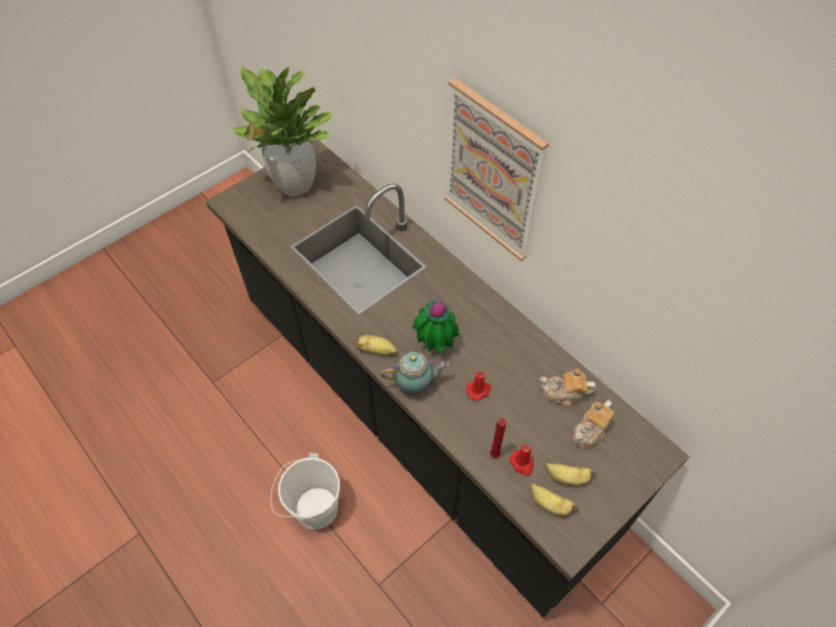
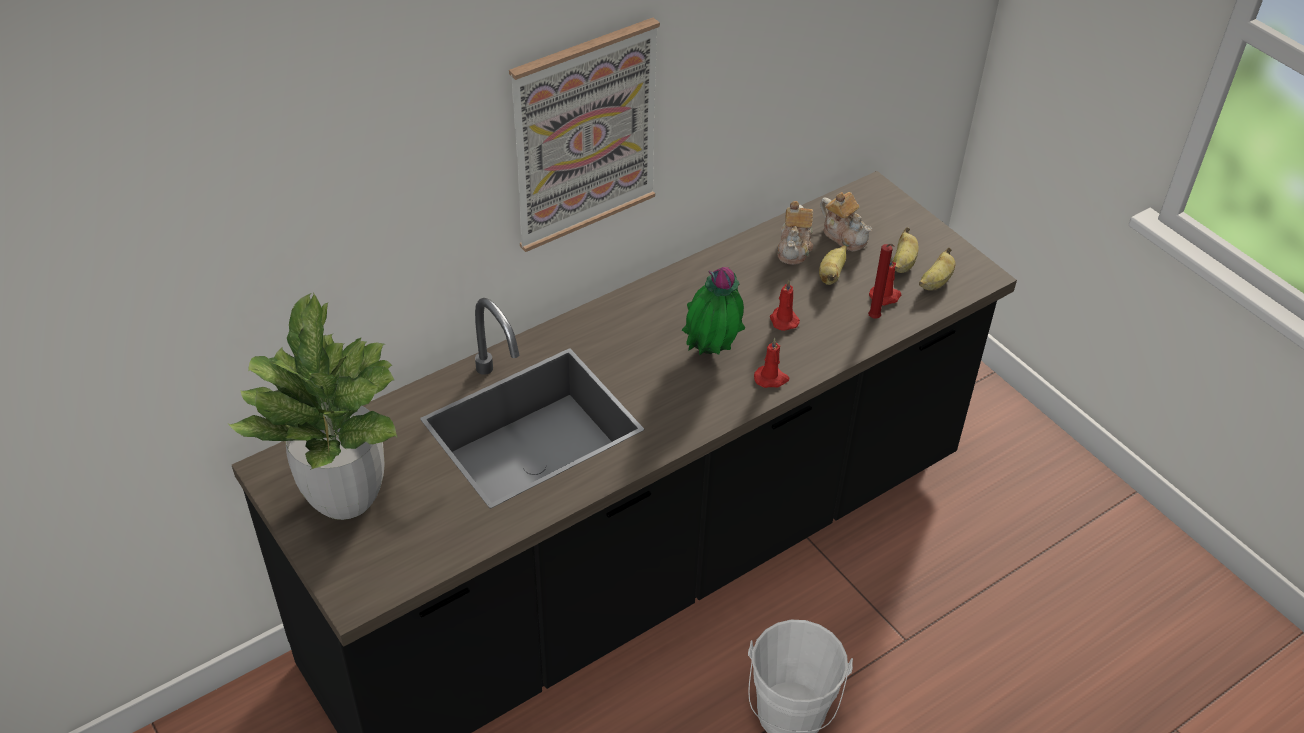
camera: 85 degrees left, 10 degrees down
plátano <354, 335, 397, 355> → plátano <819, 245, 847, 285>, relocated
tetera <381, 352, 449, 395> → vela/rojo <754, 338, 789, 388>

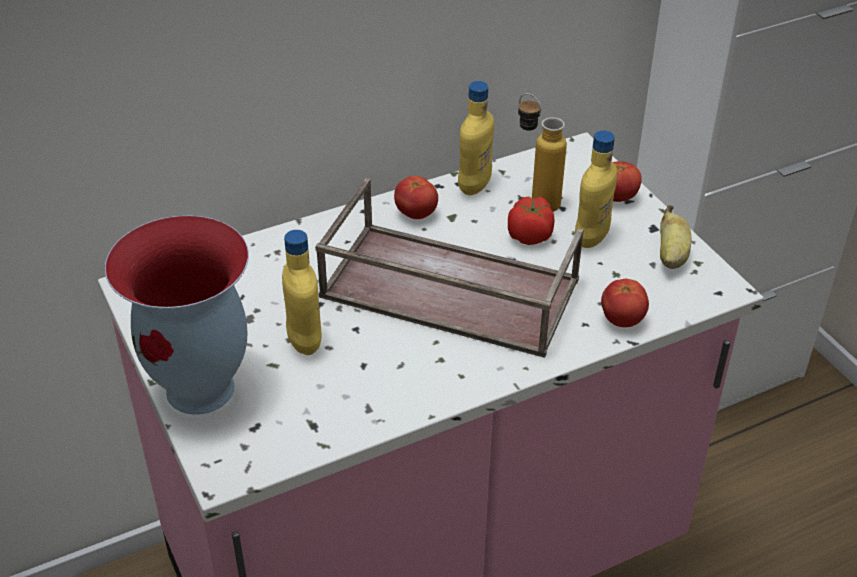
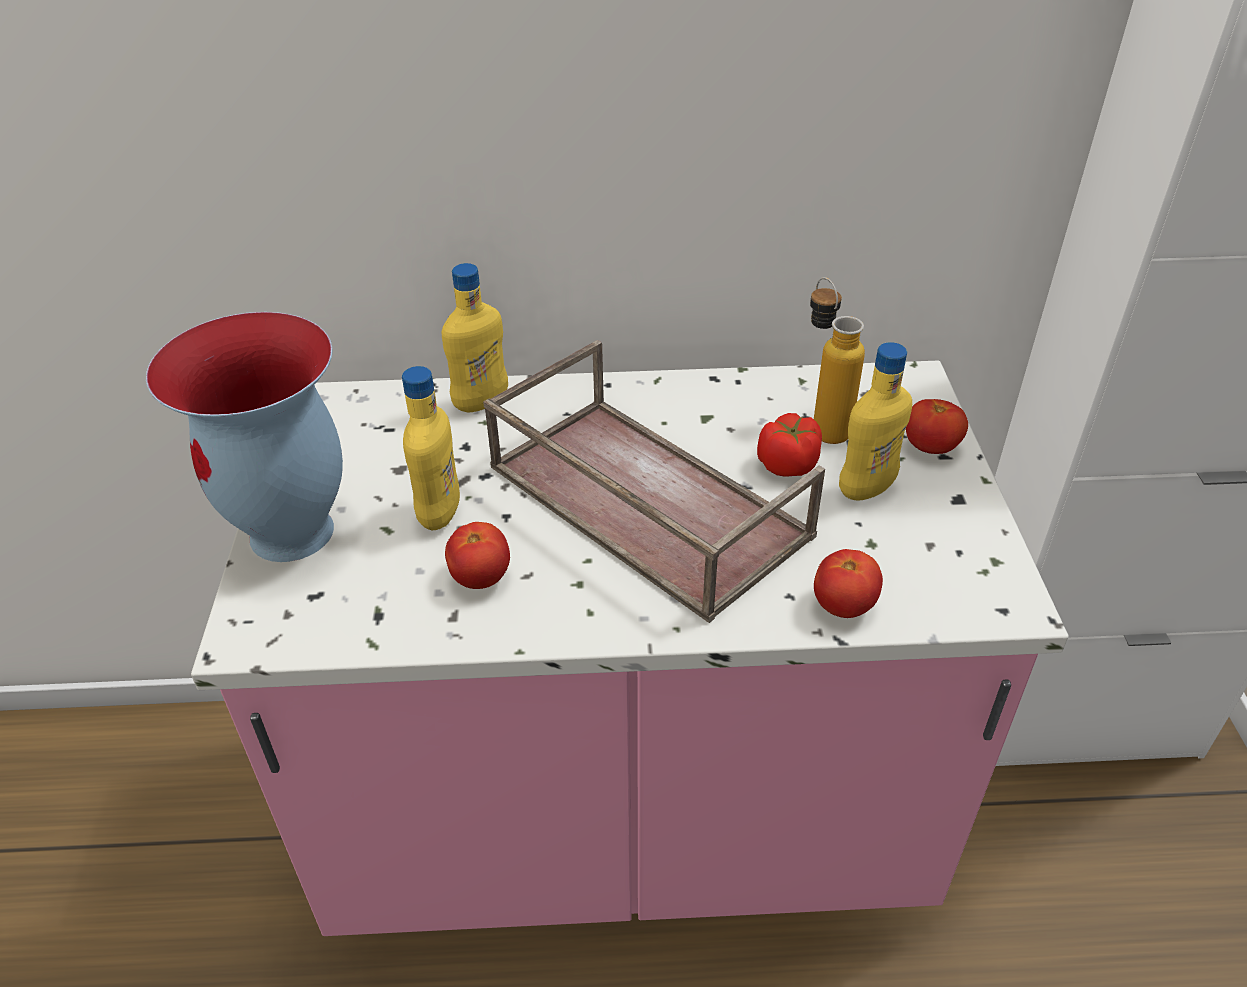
camera: 25 degrees right, 0 degrees up
botella/amarillo <458, 81, 494, 195> → botella/amarillo <442, 263, 508, 412>, relocated
tomate <394, 176, 438, 219> → tomate <445, 522, 510, 589>, relocated
plátano <660, 205, 692, 269> → -

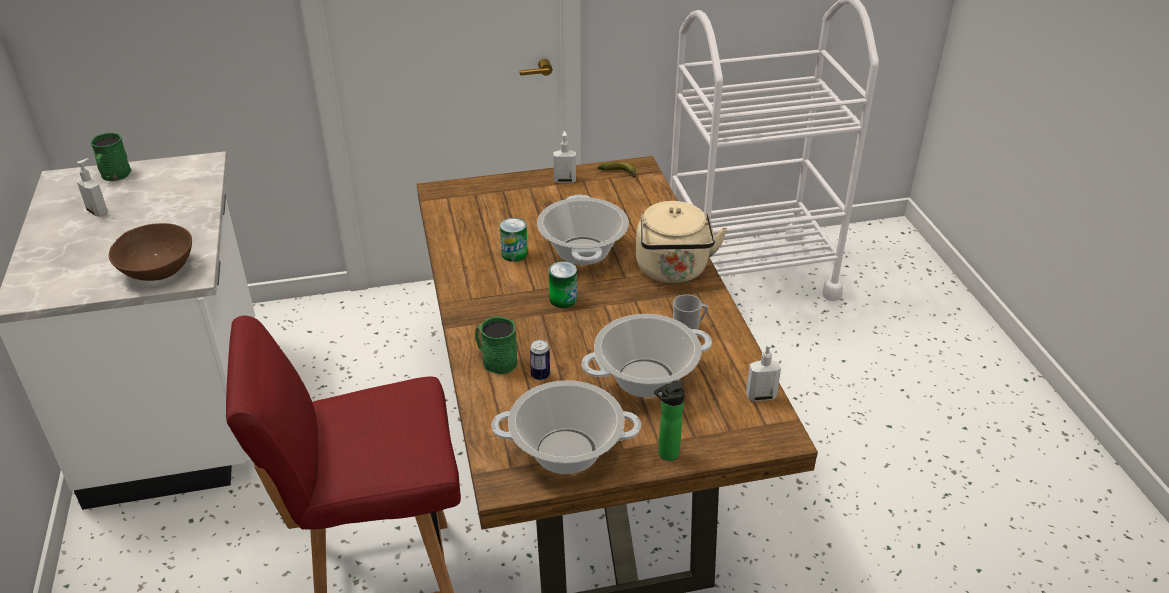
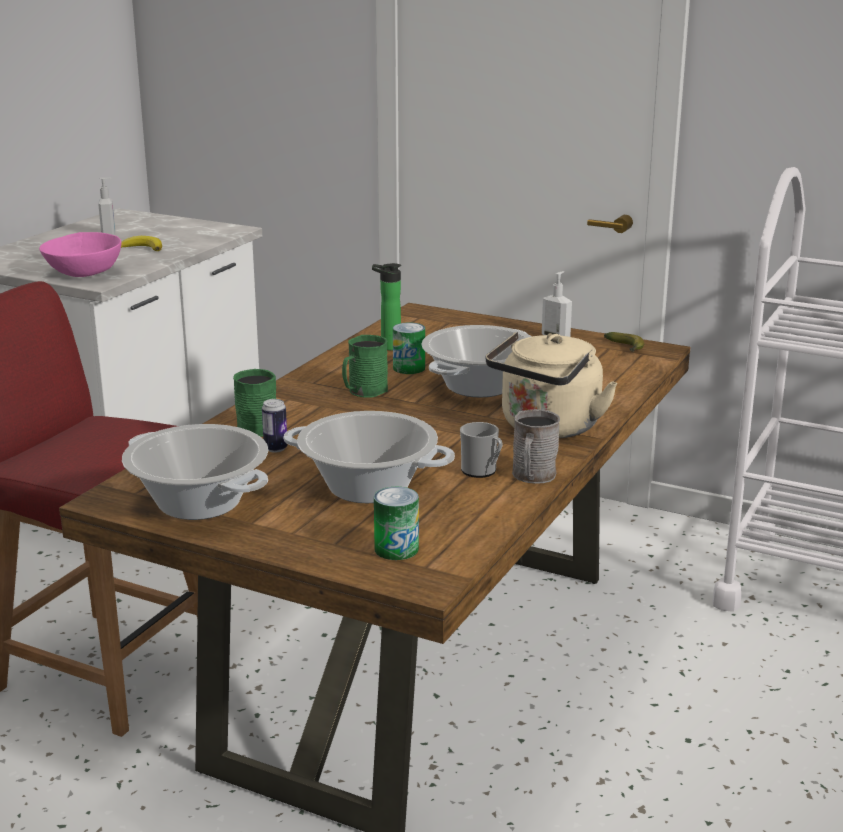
camera: 40 degrees right, 15 degrees down
taza grande/verde <90, 133, 131, 181> → taza grande/verde <342, 335, 388, 398>, relocated
cuenco/marrón <109, 223, 192, 281> → cuenco/rosa <39, 232, 121, 277>
lata <549, 261, 577, 308> → lata <374, 487, 419, 560>, relocated
dispensador de jabón <746, 338, 781, 401> → -
botella <654, 381, 685, 461> → botella <372, 263, 401, 351>, relocated
- → plátano <121, 236, 162, 251>
- → taza grande/gris <512, 409, 560, 484>

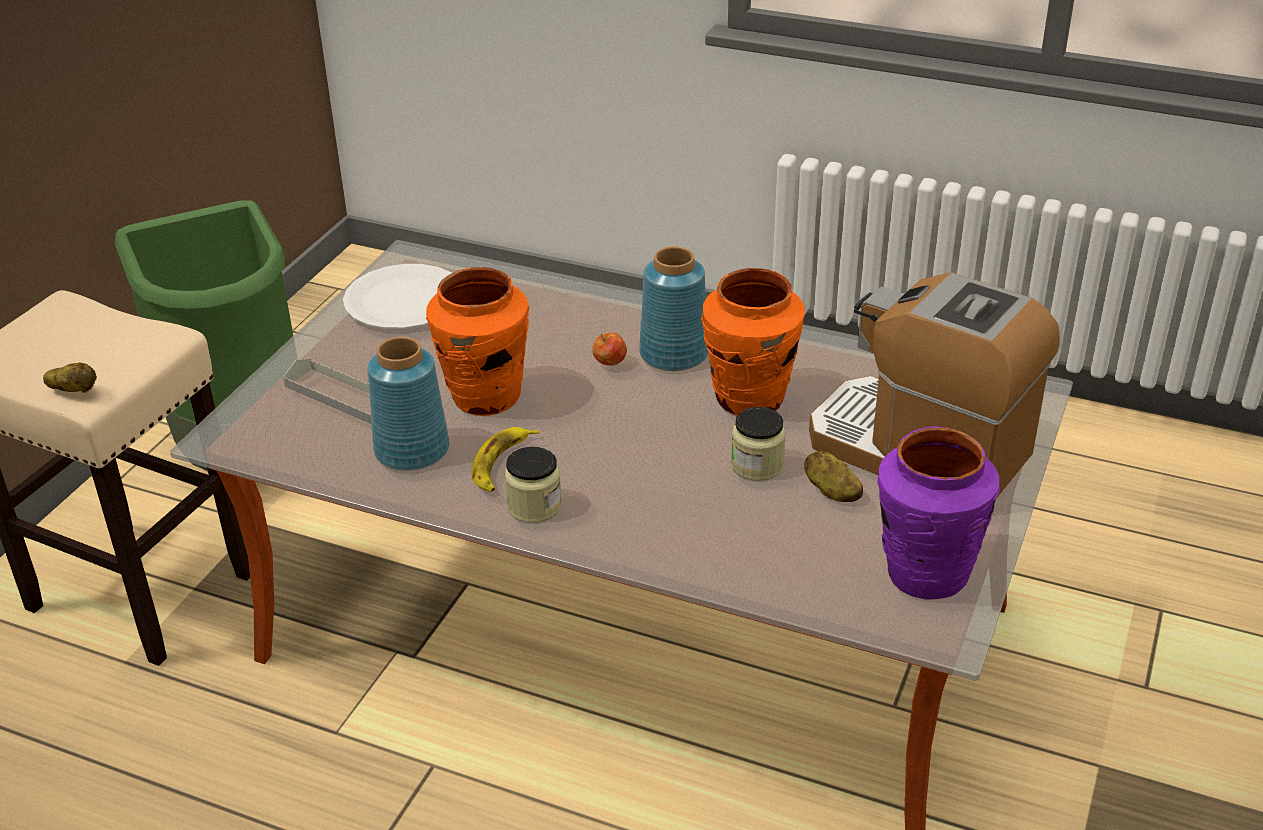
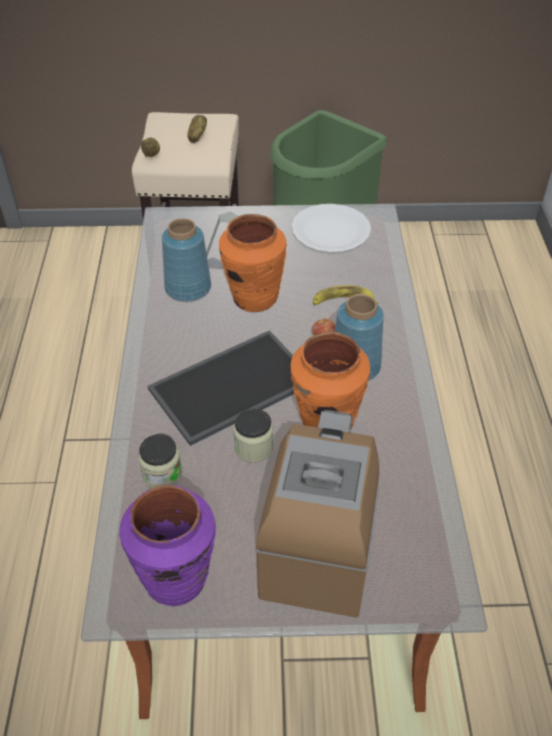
camera: 65 degrees right, 10 degrees up
plátano <472, 427, 539, 492> → plátano <313, 285, 378, 305>, relocated
tarro <504, 447, 562, 523> → tarro <138, 434, 182, 488>, relocated
patata <804, 450, 863, 502> → patata <187, 115, 207, 143>, relocated
- → bandeja <148, 330, 294, 446>

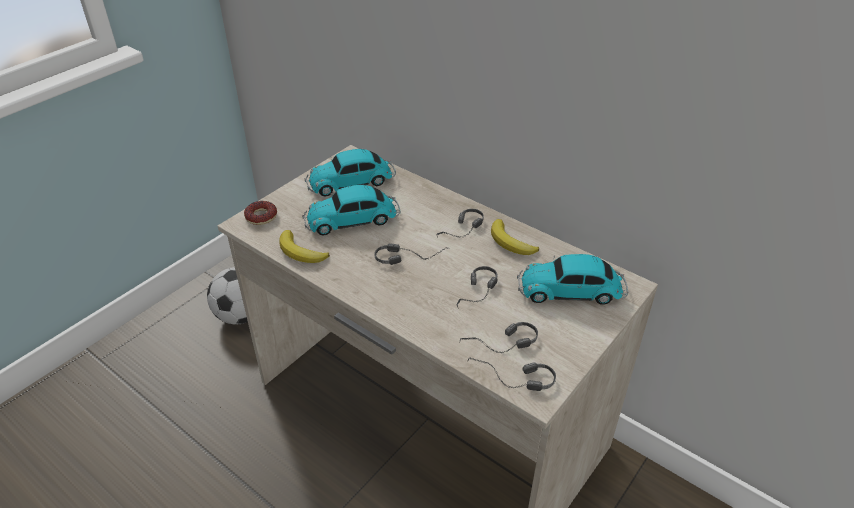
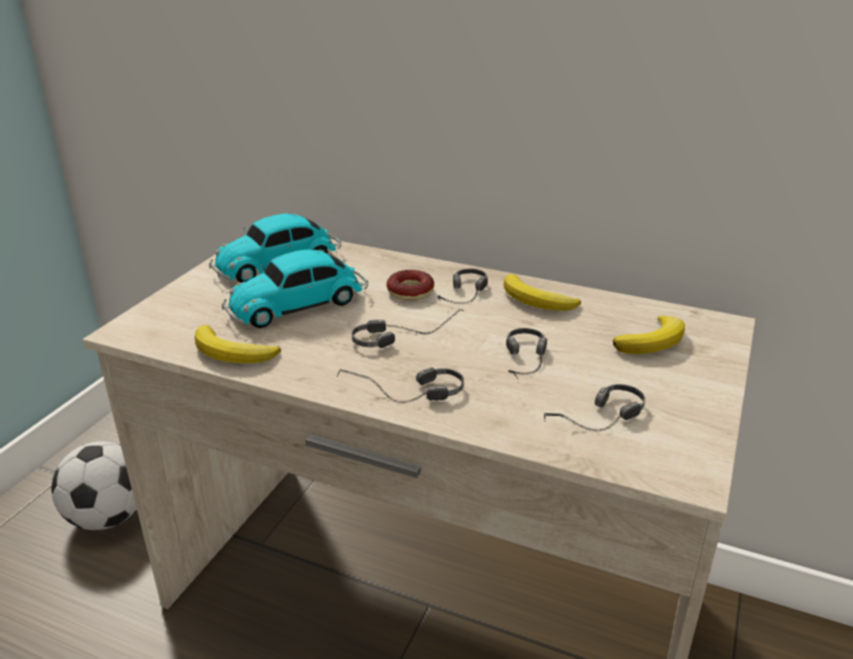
camera: 15 degrees left, 10 degrees down
rosquilla <244, 201, 277, 225> → rosquilla <387, 270, 434, 300>, relocated
coche de juguete <517, 254, 628, 304> → plátano <613, 316, 685, 354>
auriculares <466, 358, 556, 391> → auriculares <337, 367, 464, 403>, relocated

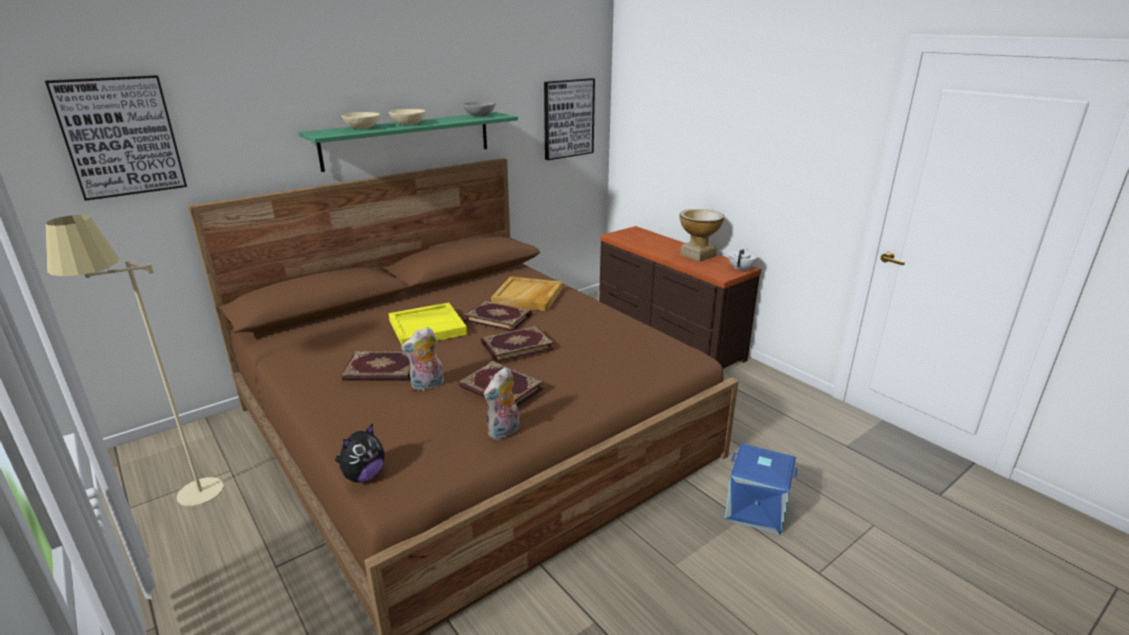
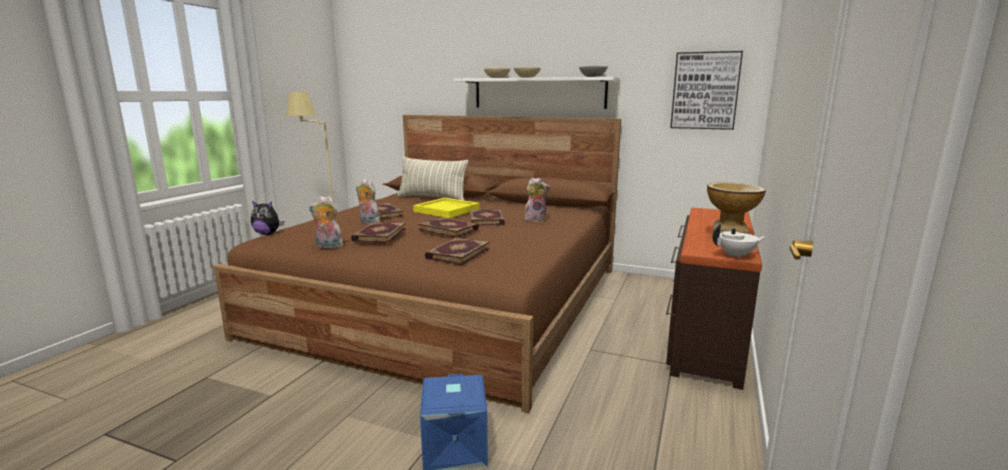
camera: 60 degrees right, 10 degrees down
cuadro <45, 75, 187, 201> → -
estante/verde <299, 112, 518, 172> → estante/blanco <453, 77, 620, 109>
bandeja/beis <491, 276, 562, 311> → peluche <525, 178, 550, 222>
- → cojín <397, 157, 469, 201>
- → libro <425, 237, 490, 265>

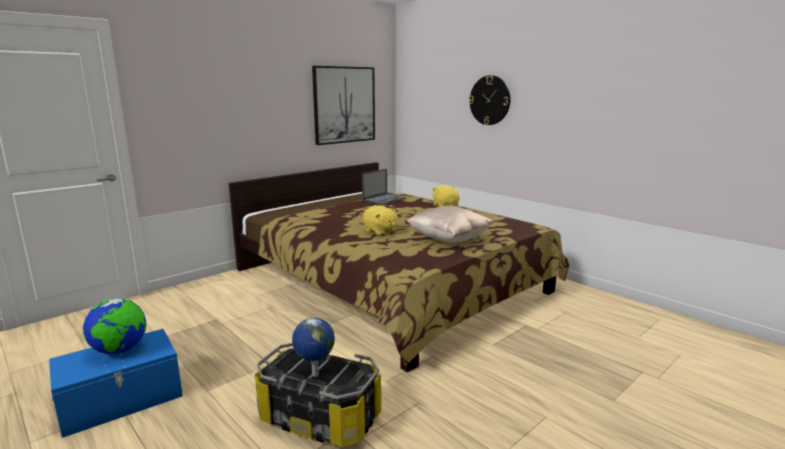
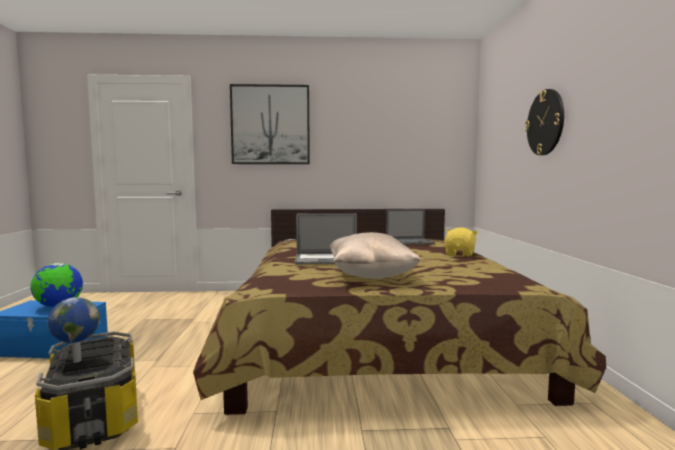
camera: 40 degrees right, 10 degrees down
cuadro <312, 66, 375, 145> → cuadro <230, 84, 310, 164>, relocated
peluche/amarillo <363, 205, 398, 236> → portátil <295, 213, 357, 264>

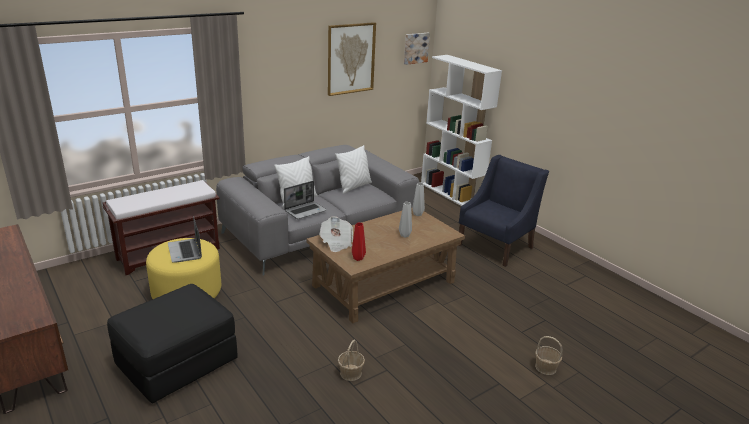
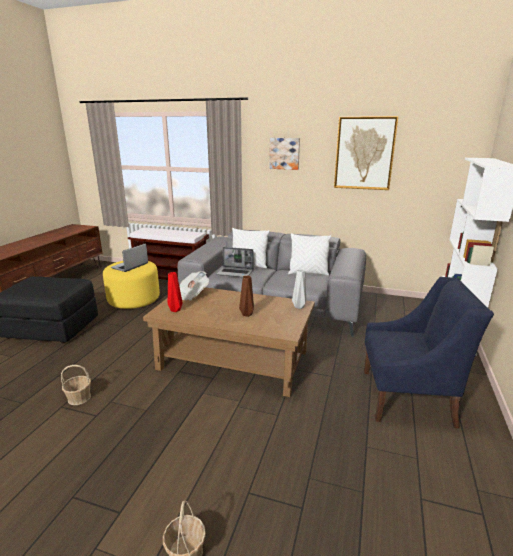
camera: 55 degrees right, 5 degrees down
cuadro <404, 33, 430, 65> → cuadro <269, 138, 300, 170>, relocated
florero/gris <399, 202, 412, 238> → florero/marrón <239, 276, 254, 317>

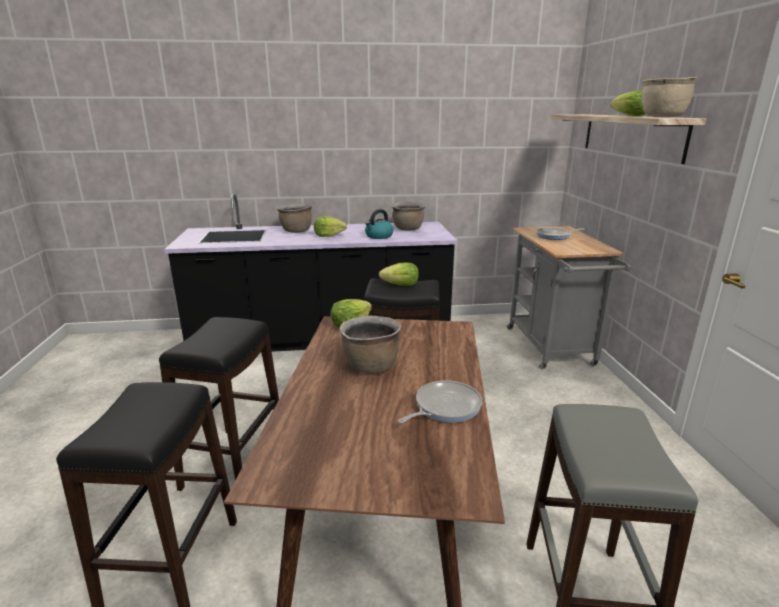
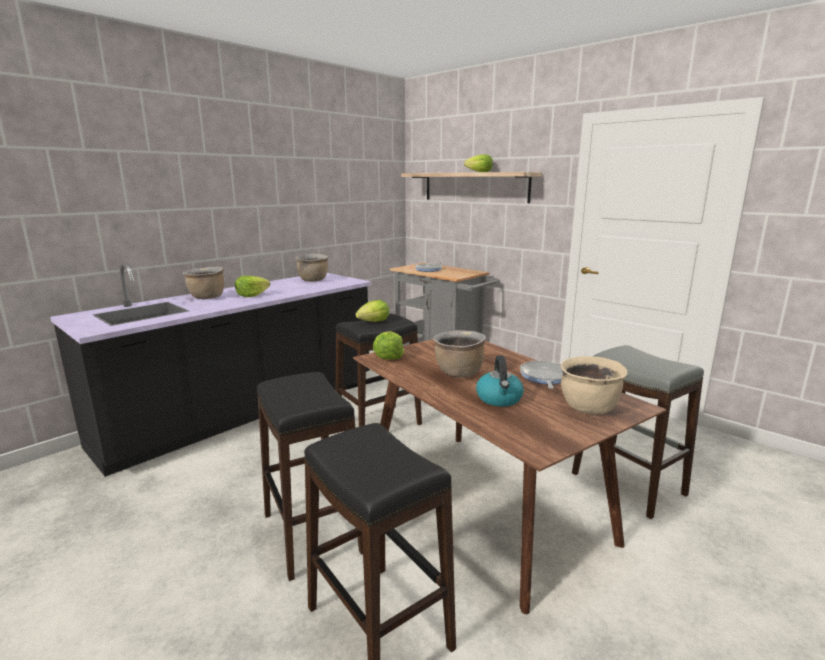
camera: 40 degrees left, 5 degrees down
olla/beis <642, 77, 698, 117> → olla/beis <561, 356, 627, 414>, relocated
hervidor <365, 209, 393, 239> → hervidor <476, 356, 524, 407>, relocated

